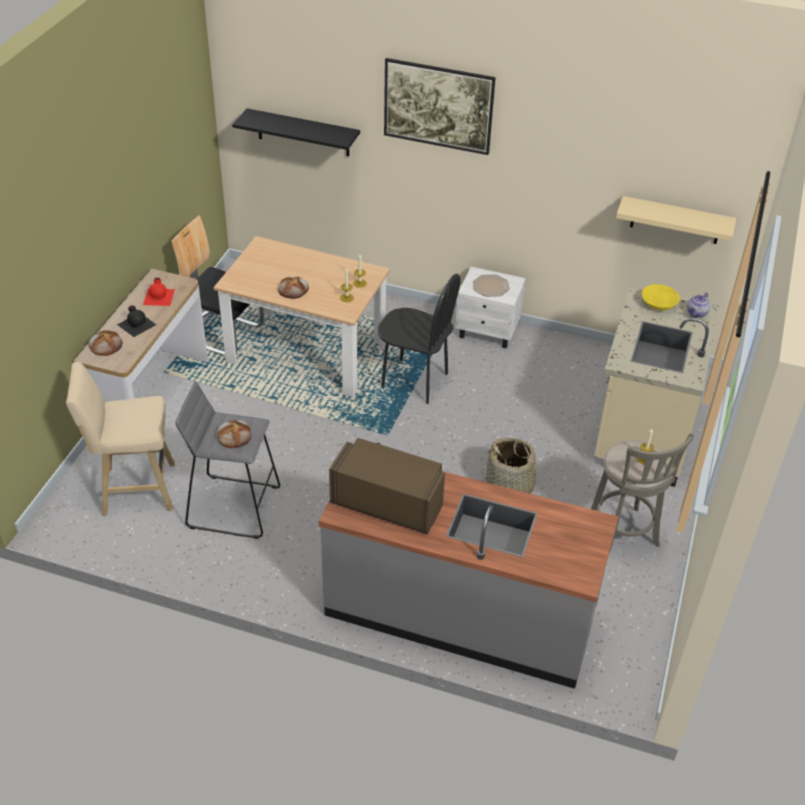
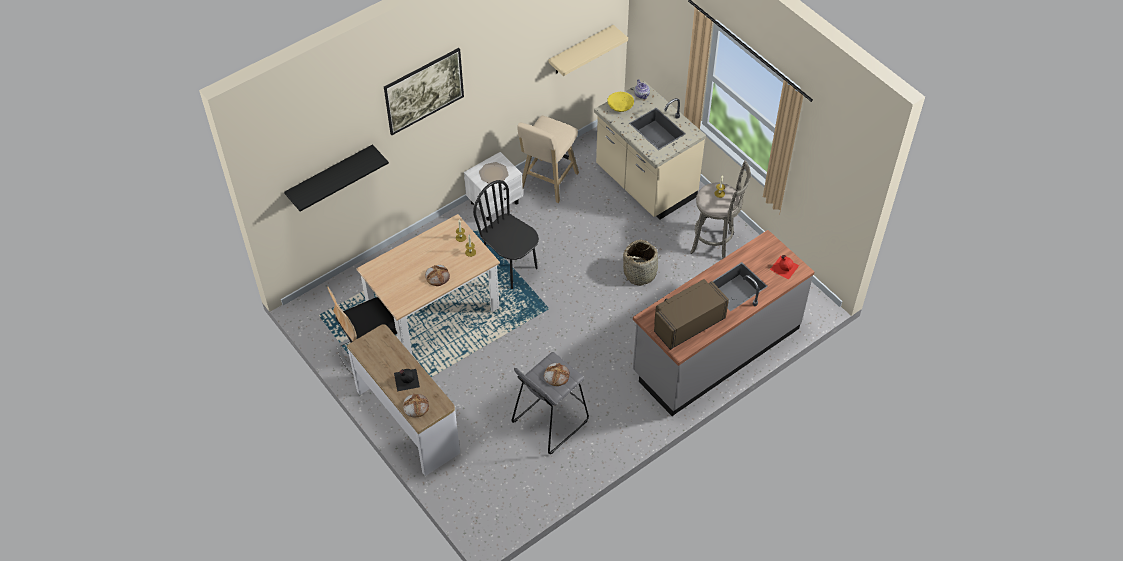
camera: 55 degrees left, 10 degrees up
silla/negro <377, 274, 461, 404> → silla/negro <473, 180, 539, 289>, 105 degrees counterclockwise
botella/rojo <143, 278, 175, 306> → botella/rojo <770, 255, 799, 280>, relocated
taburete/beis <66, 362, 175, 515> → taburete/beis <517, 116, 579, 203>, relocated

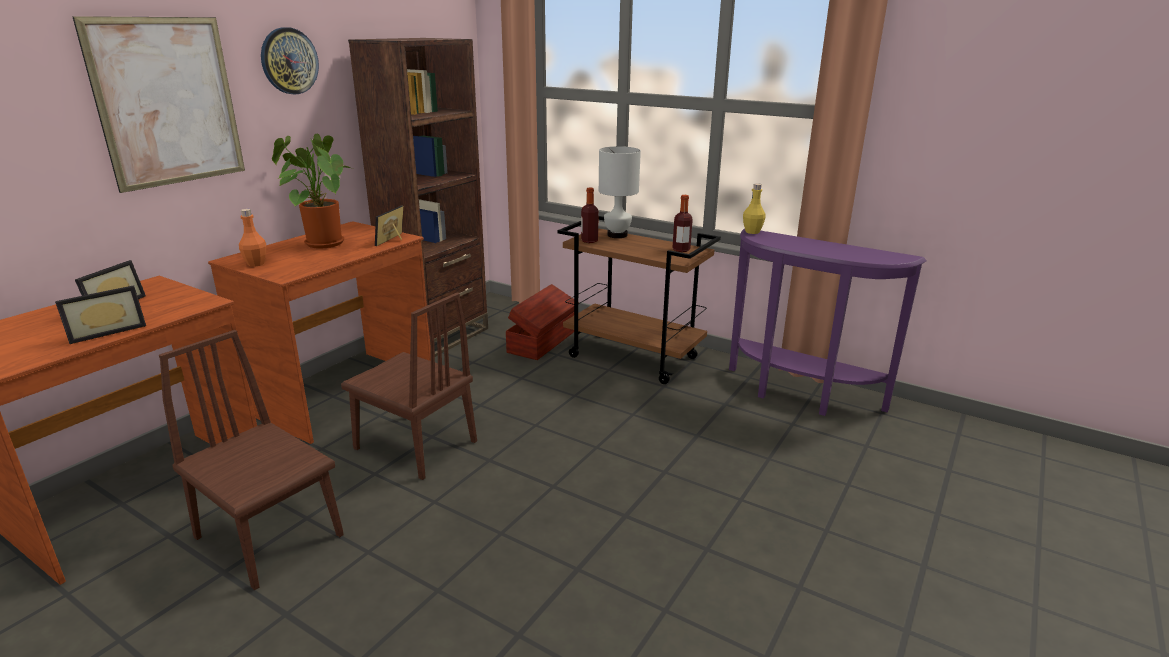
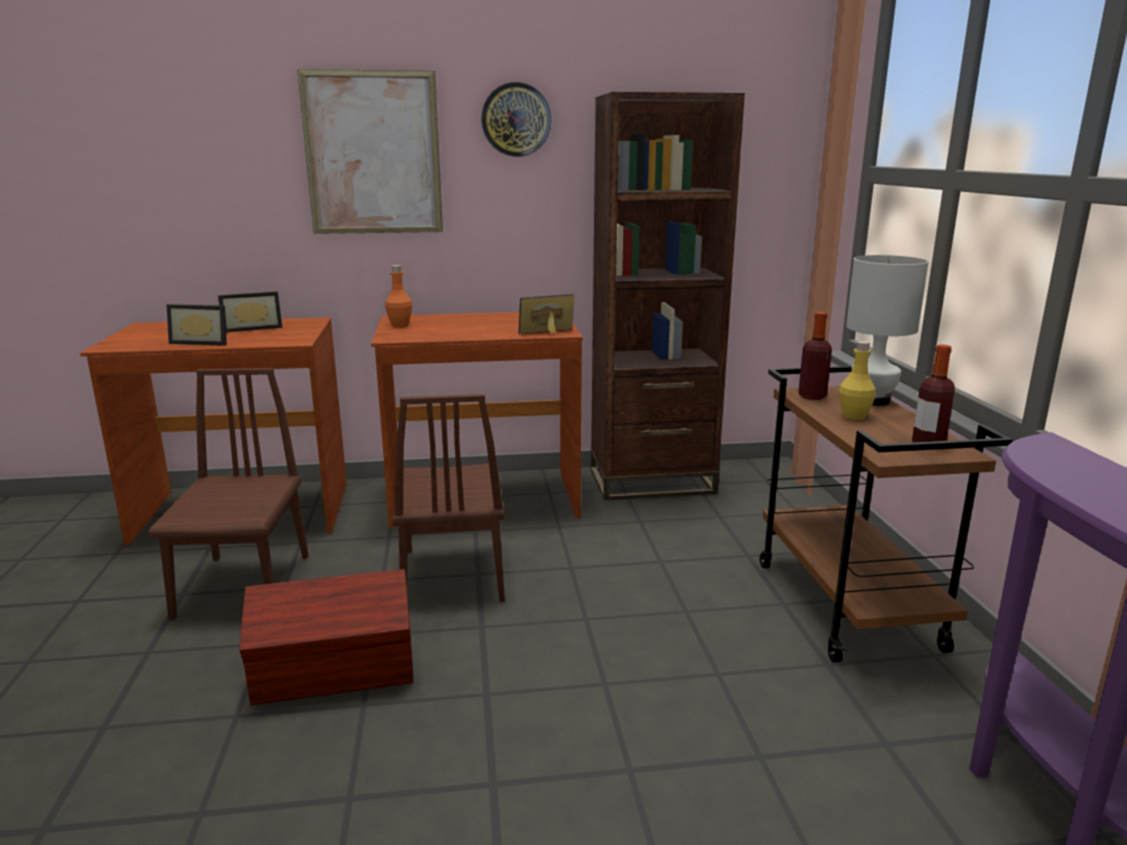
camera: 50 degrees right, 5 degrees down
planta en maceta <272, 133, 355, 248> → -
botella/amarillo <743, 183, 766, 234> → botella/amarillo <839, 341, 876, 420>, relocated
caja de almacenaje/marrón <506, 284, 579, 360> → caja de almacenaje/marrón <239, 569, 413, 705>, relocated

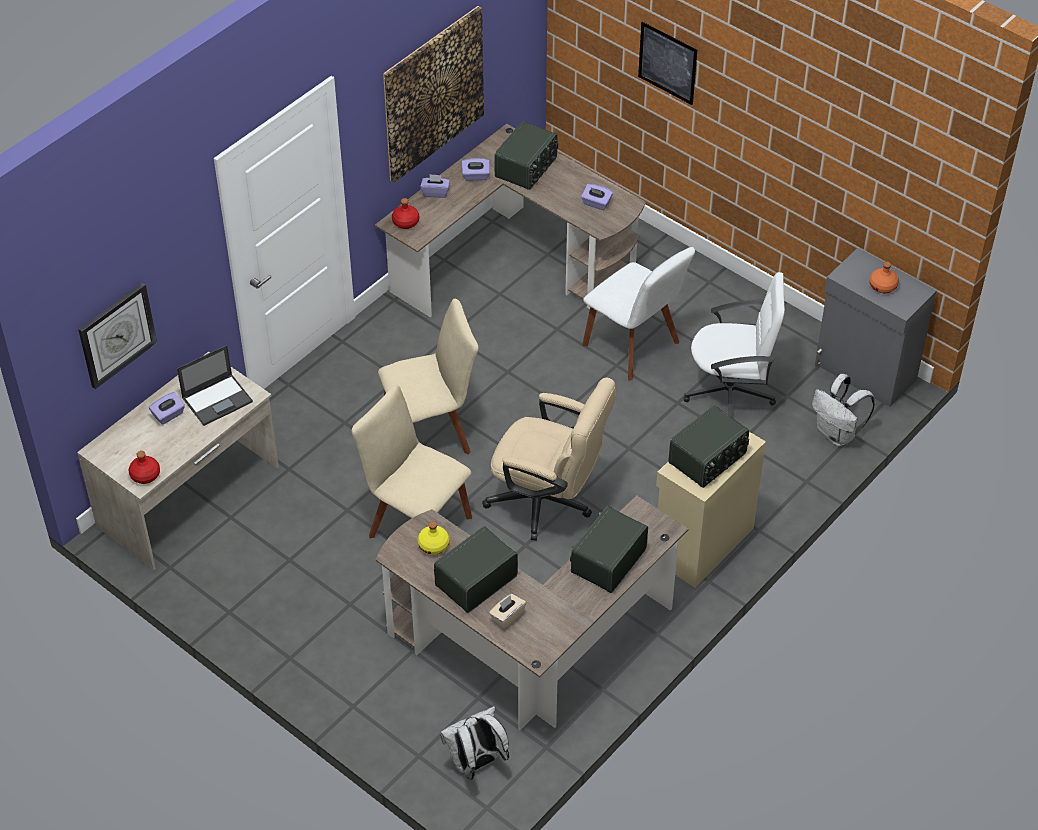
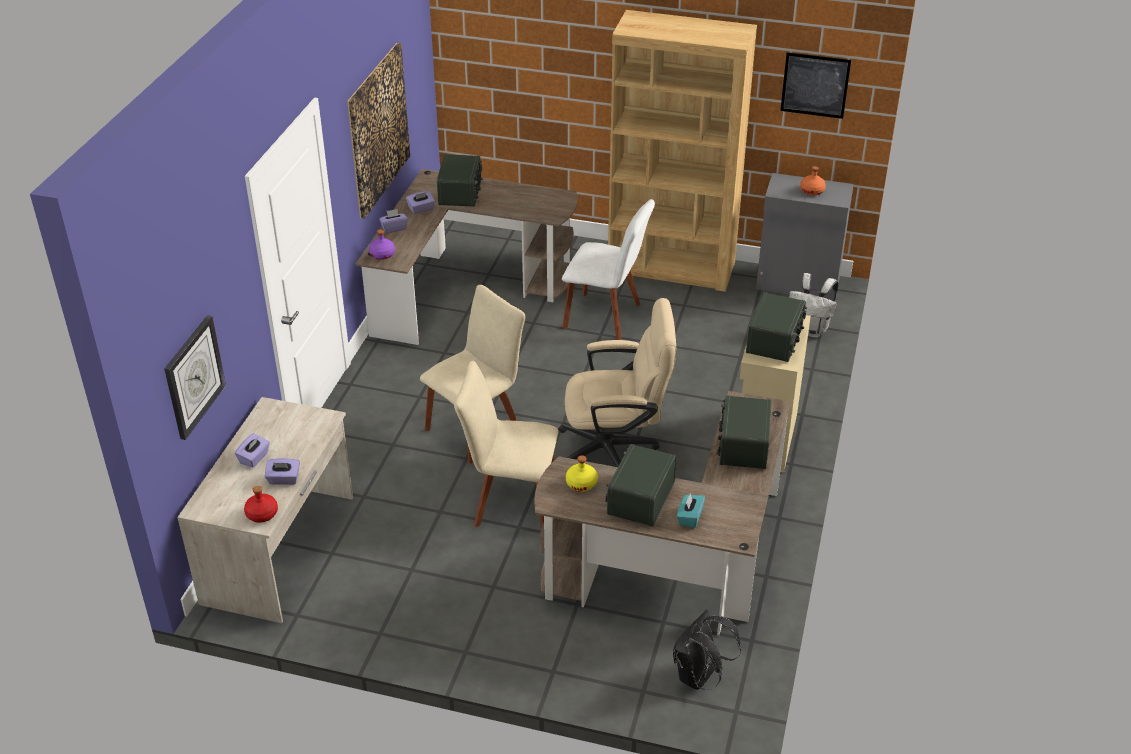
camera: 25 degrees left, 10 degrees down
cuadro <638, 22, 697, 105> → cuadro <780, 52, 851, 119>, relocated
caja de pañuelos/morado <581, 184, 613, 210> → caja de pañuelos/morado <264, 458, 300, 485>, relocated
botella/rojo <392, 198, 419, 229> → botella/morado <369, 229, 395, 260>
silla de oficina/blanco <684, 272, 785, 417> → -
portátil <177, 345, 253, 426> → -
caja de pañuelos/beis <489, 594, 526, 628> → caja de pañuelos/turquesa <677, 493, 705, 528>
mochila/blanco <440, 706, 509, 780> → mochila/negro <673, 610, 741, 690>
- → estantería/marrón <608, 10, 757, 292>

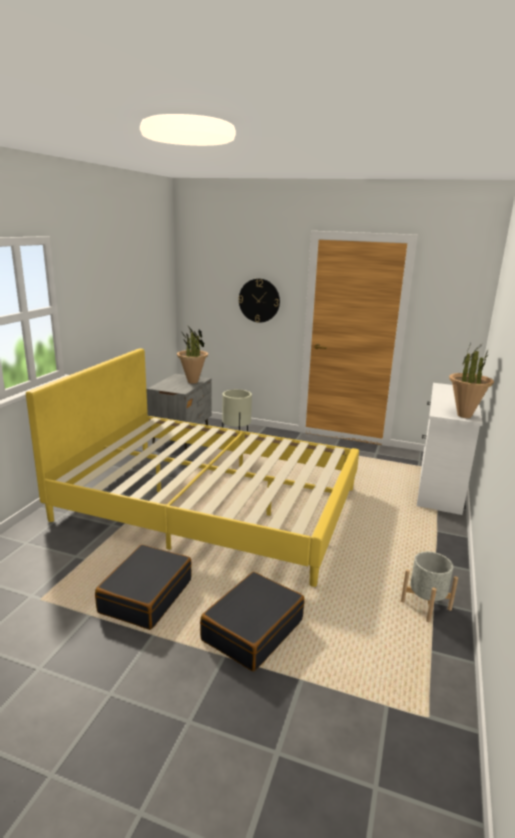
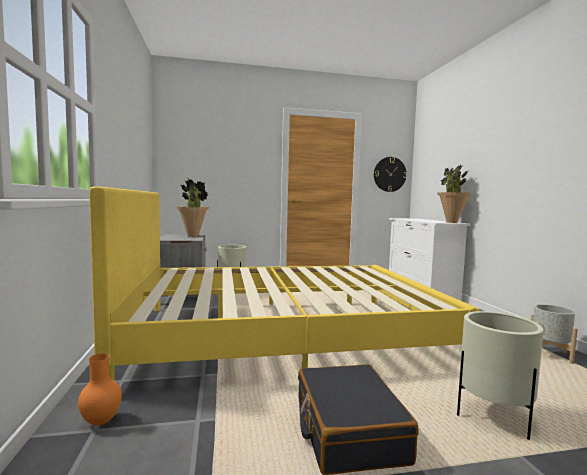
camera: 30 degrees left, 15 degrees down
reloj de pared <239, 279, 280, 323> → reloj de pared <374, 157, 407, 192>, relocated
maleta/negro <200, 572, 304, 672> → maceta/beis <457, 311, 544, 440>
- → florero/naranja <78, 353, 122, 425>

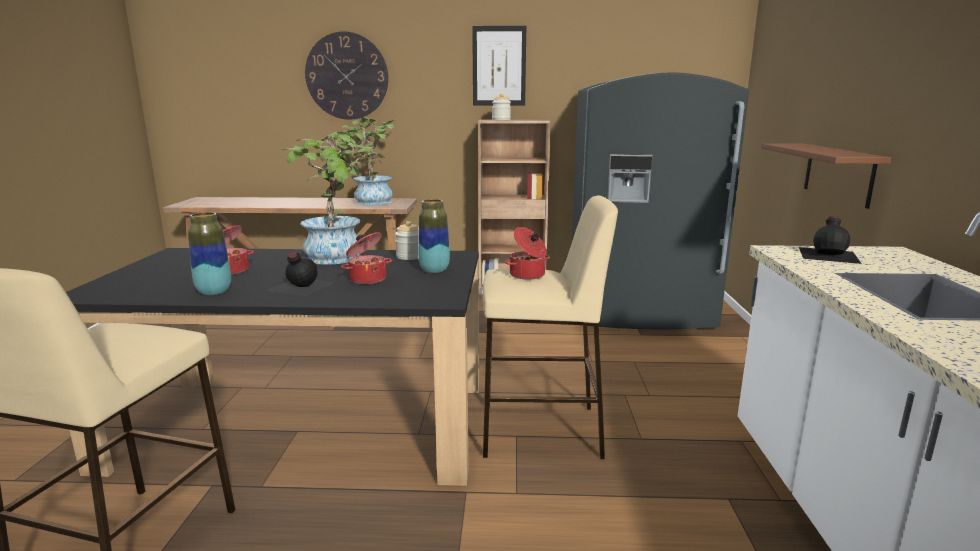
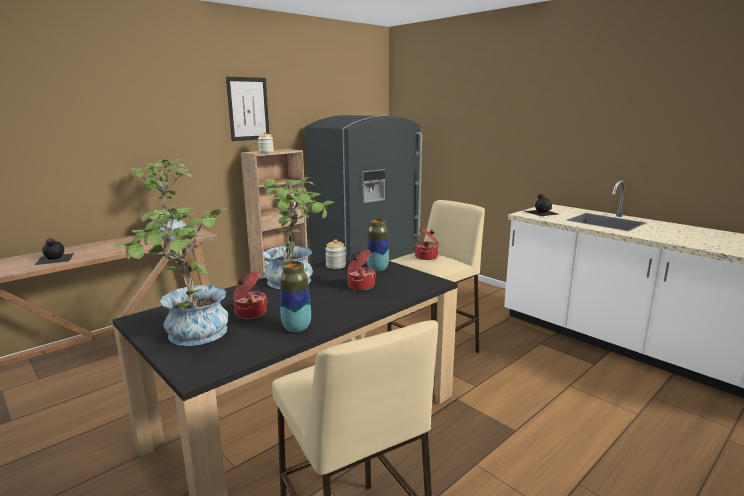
camera: 45 degrees left, 0 degrees up
reloj de pared <305, 31, 388, 119> → -
estante/marrón <761, 143, 891, 209> → -
botella/negro <267, 252, 335, 296> → botella/negro <35, 238, 74, 265>, relocated
- → planta en maceta <113, 208, 229, 346>

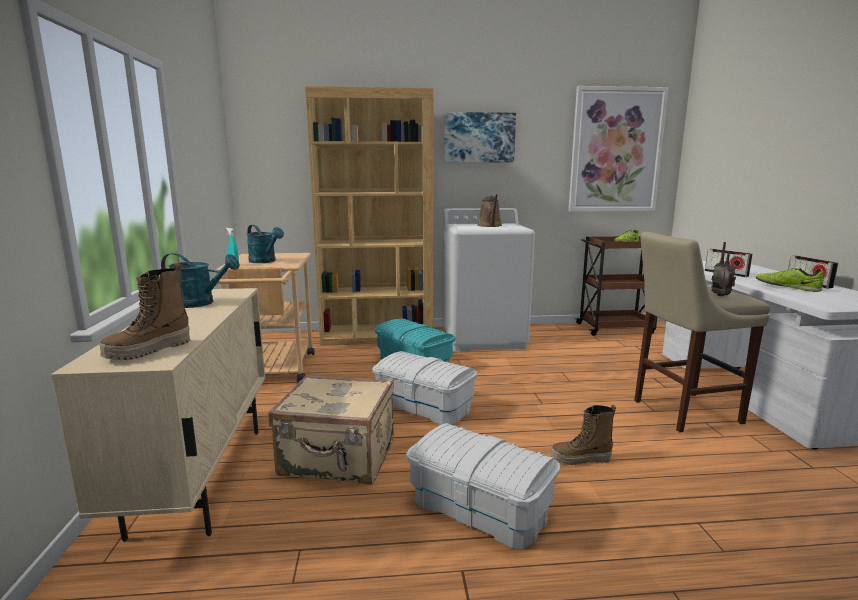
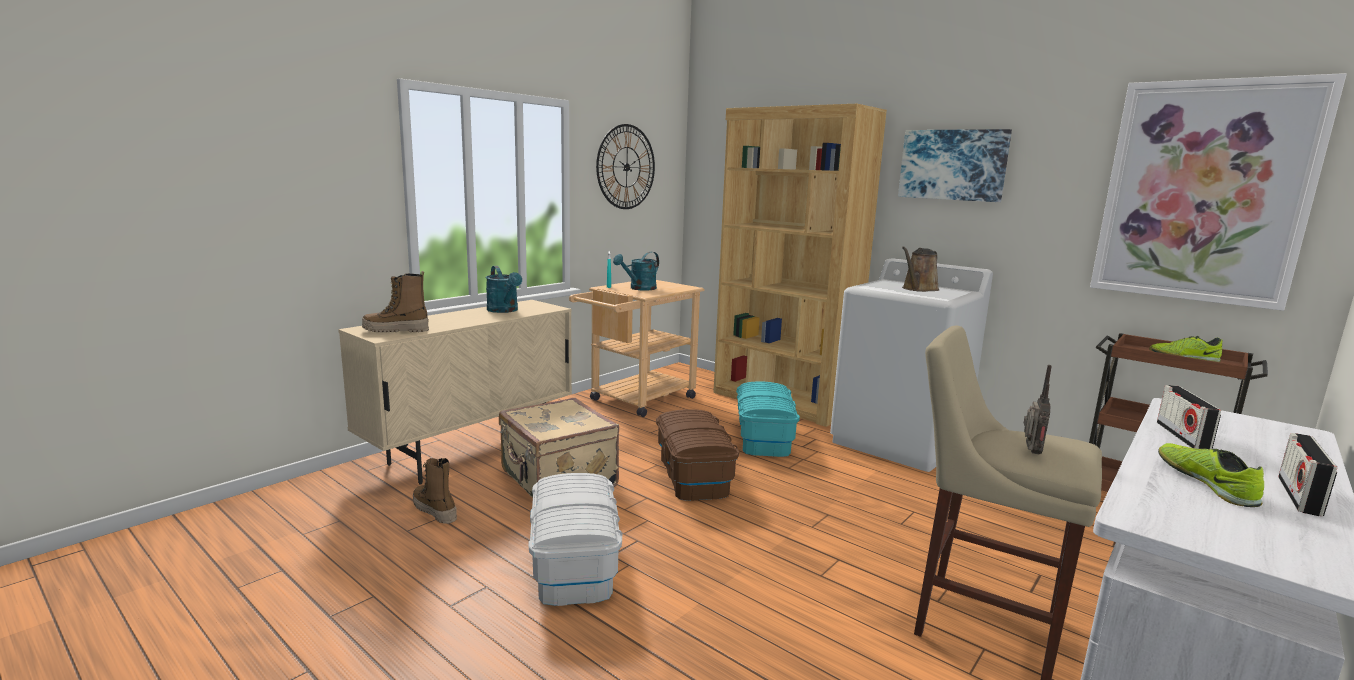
camera: 45 degrees right, 0 degrees up
regadera/turquesa <247, 225, 284, 263> → regadera/turquesa <613, 252, 659, 291>, 45 degrees clockwise
caja de almacenaje/blanco <372, 351, 478, 425> → caja de almacenaje/marrón <656, 409, 739, 501>
bota <551, 405, 616, 465> → bota <413, 458, 457, 524>, relocated
- → reloj de pared <596, 124, 655, 209>

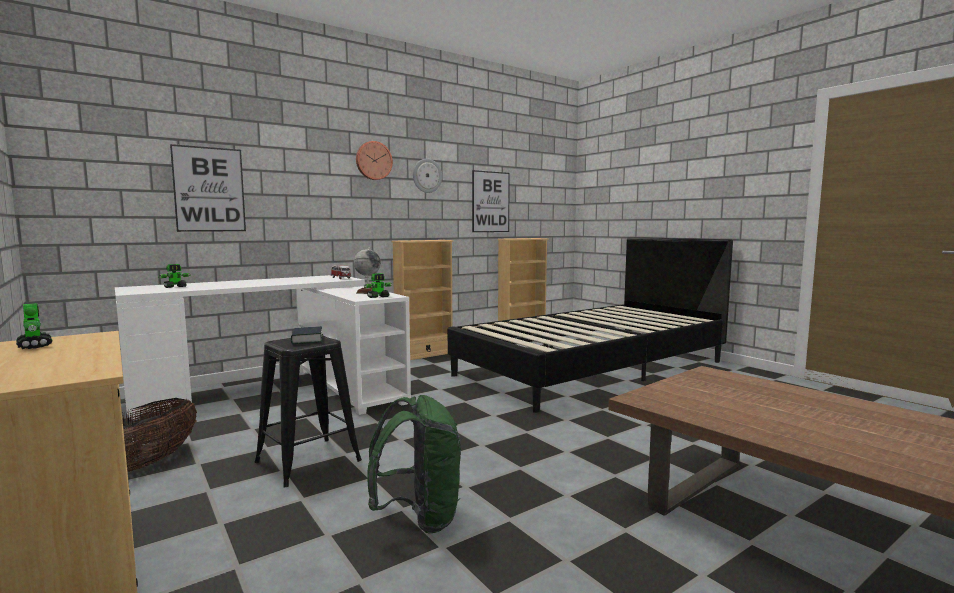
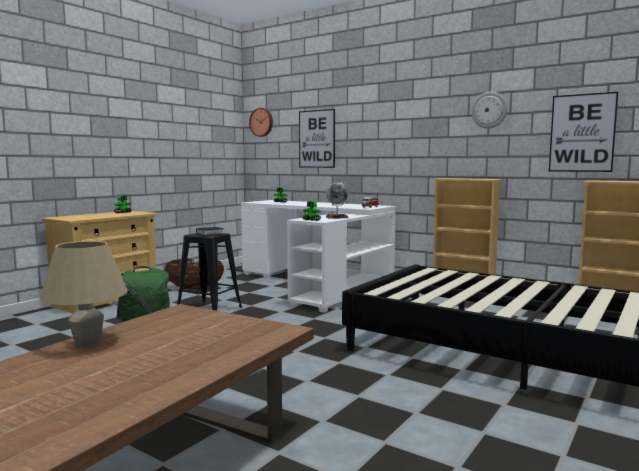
camera: 70 degrees right, 0 degrees up
reloj de pared <356, 141, 393, 180> → reloj de pared <249, 108, 273, 137>, relocated
- → lámpara de mesa/beis <40, 241, 127, 347>

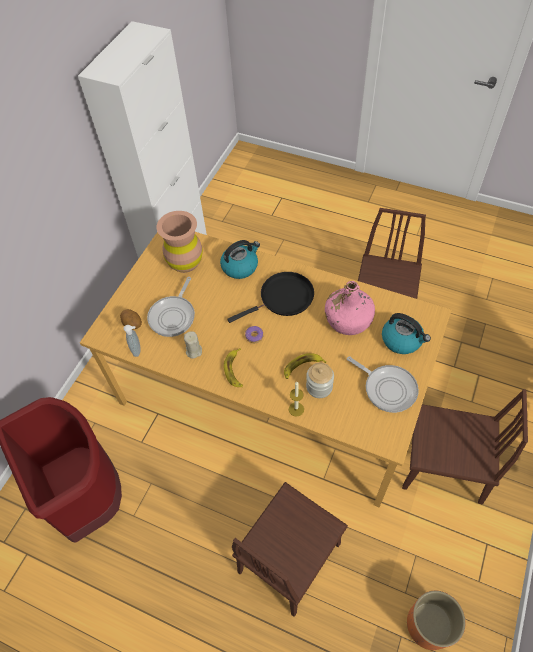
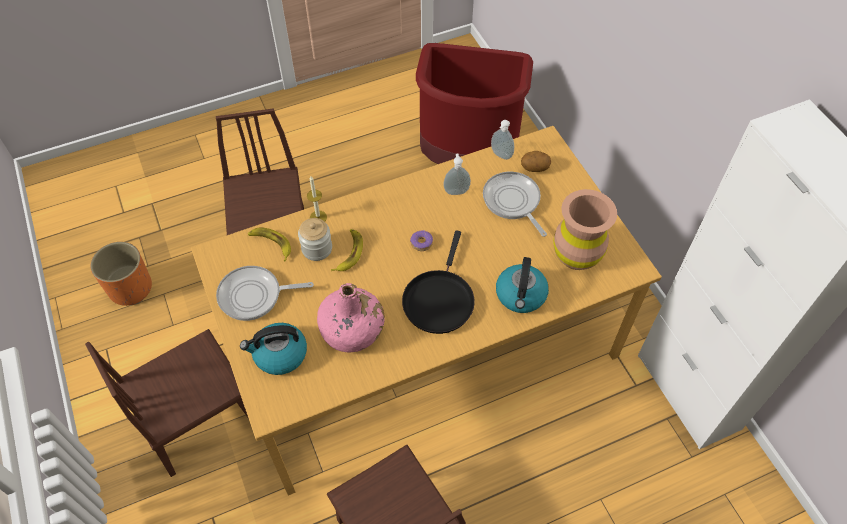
camera: 130 degrees right, 0 degrees up
vela/beis <184, 331, 202, 359> → dispensador de jabón <444, 153, 471, 195>
plátano <224, 348, 243, 387> → plátano <248, 227, 291, 262>, relocated

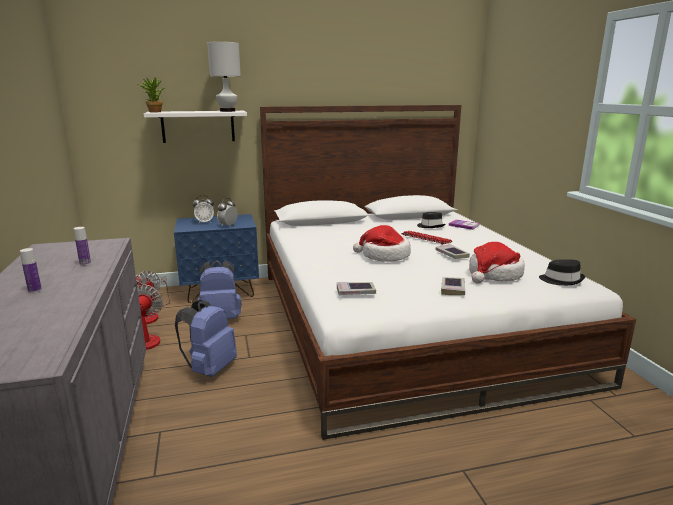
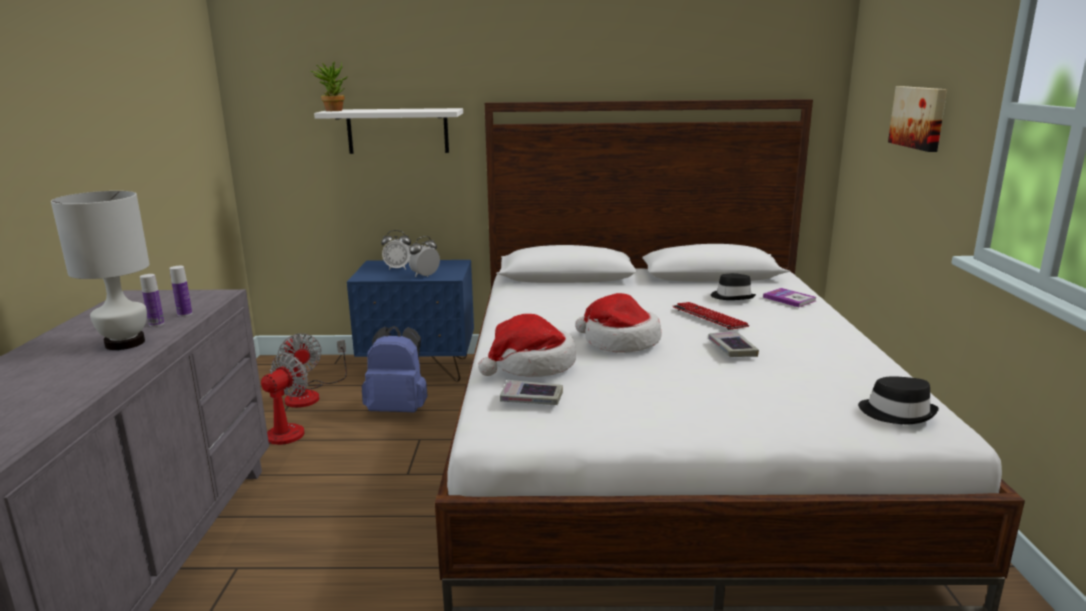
camera: 15 degrees right, 0 degrees up
lámpara de mesa/blanco <207, 42, 241, 112> → lámpara de mesa/blanco <51, 191, 150, 350>, relocated
sombrero <469, 242, 525, 284> → sombrero <478, 314, 576, 377>, relocated
botella <20, 248, 42, 293> → botella <169, 266, 192, 317>, relocated
libro <441, 277, 465, 295> → -
mochila/azul <175, 299, 237, 377> → -
- → cuadro <888, 86, 947, 152>

